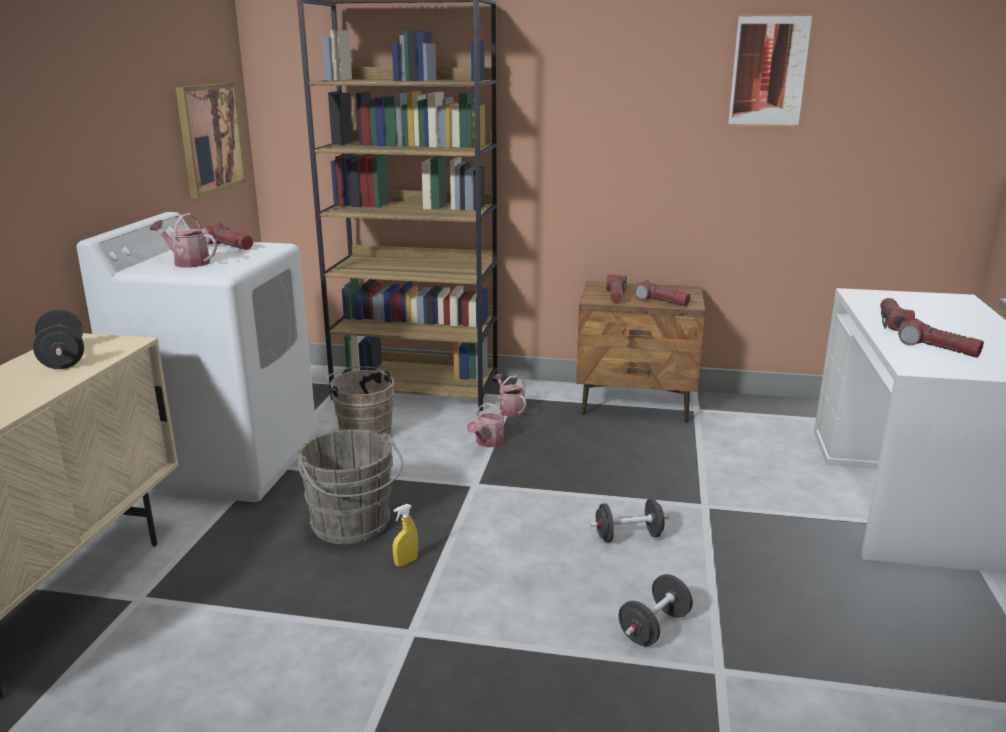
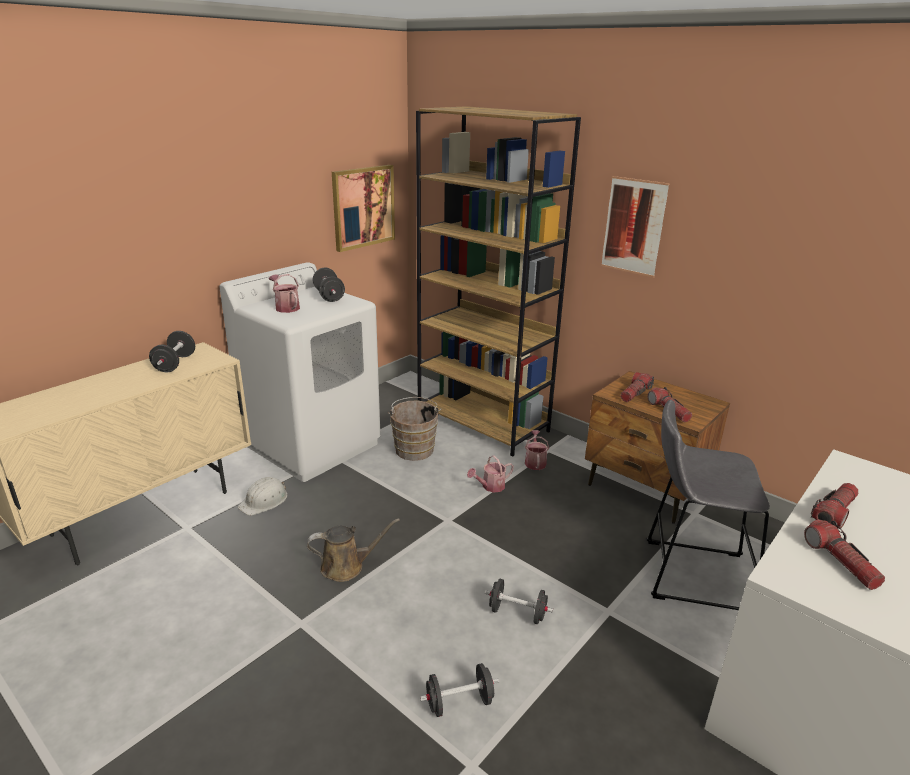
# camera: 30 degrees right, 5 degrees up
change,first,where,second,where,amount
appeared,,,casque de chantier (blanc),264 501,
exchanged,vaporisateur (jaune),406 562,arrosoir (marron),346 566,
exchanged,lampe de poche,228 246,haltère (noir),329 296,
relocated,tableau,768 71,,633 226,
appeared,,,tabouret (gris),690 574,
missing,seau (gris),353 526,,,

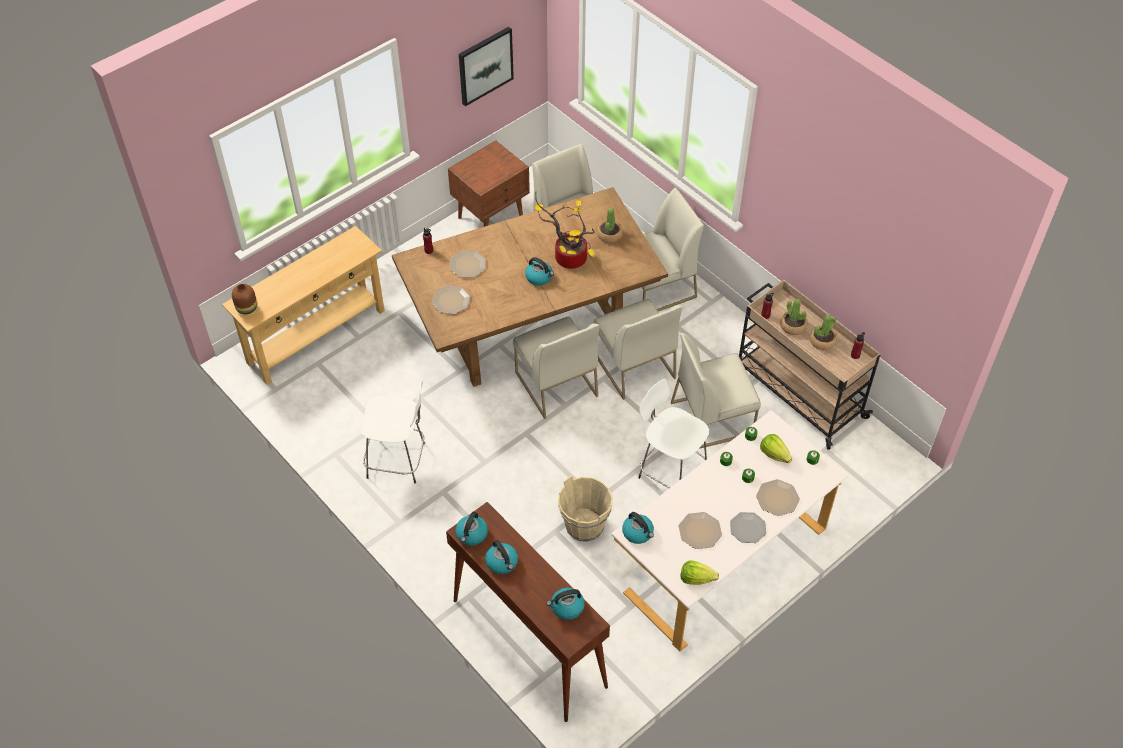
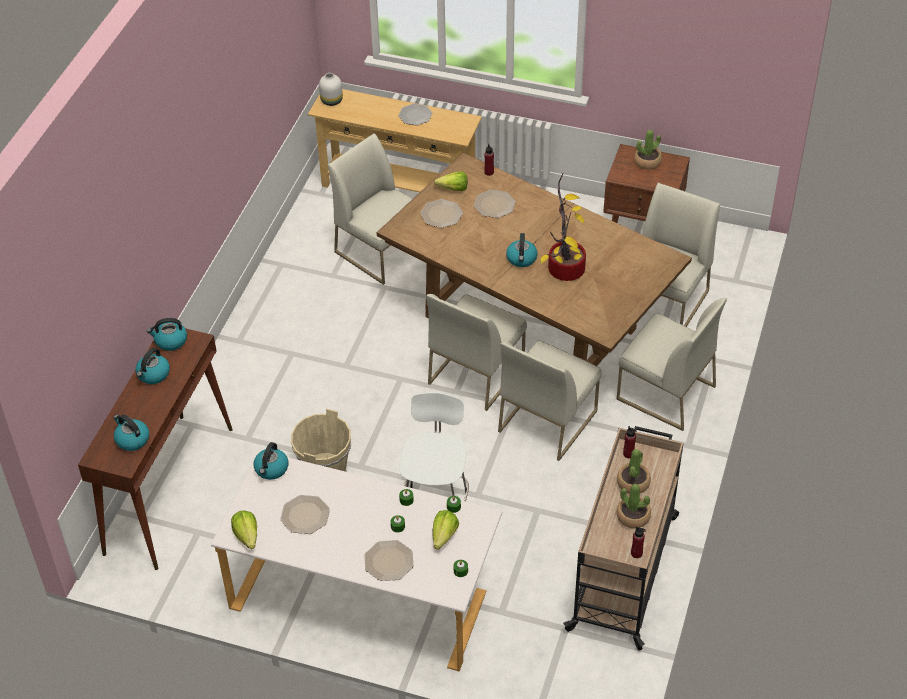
# camera: 60 degrees right, 5 degrees down
change,first,where,second,where,amount
colour,vase (marron),246 307,vase (blanc),332 100,
relocated,chaise (blanc),712 418,,382 251,
relocated,assiette,747 528,,415 115,
appeared,,,laitue,450 188,
relocated,plante en pot,609 235,,647 162,
missing,tabouret (blanc),398 460,,,
missing,tableau,485 65,,,

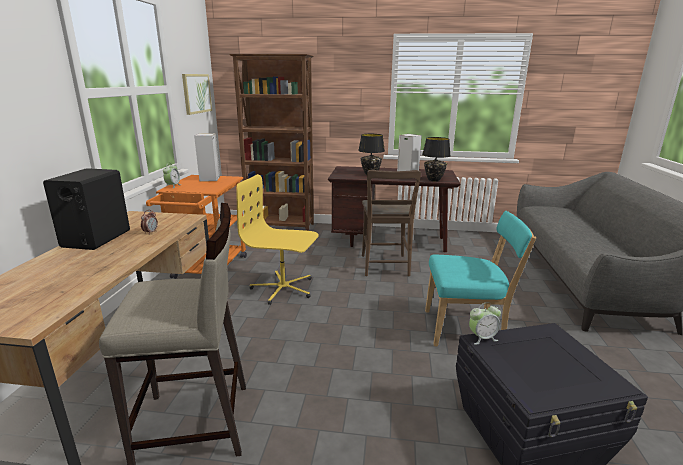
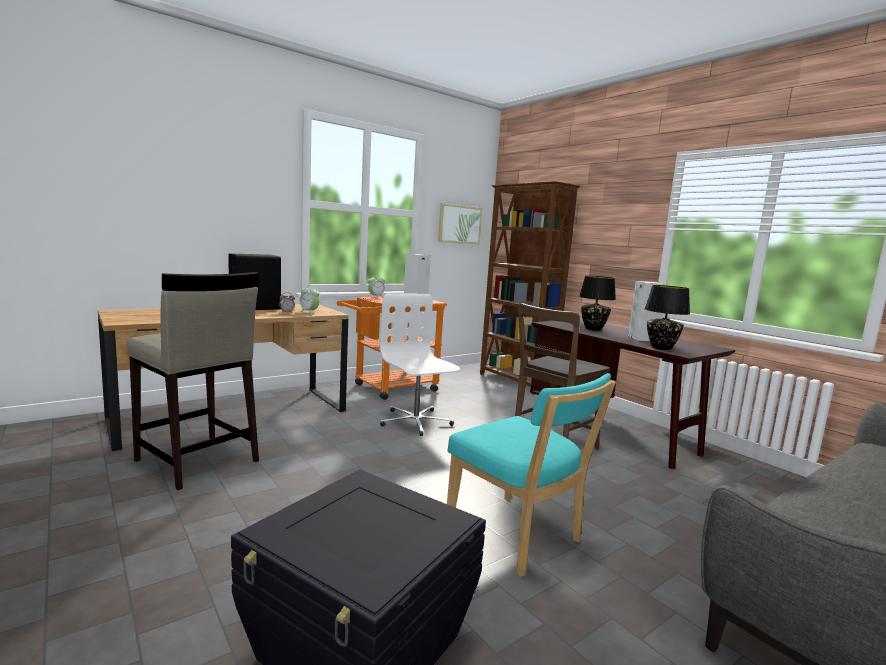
# camera: 45 degrees right, 10 degrees down
change,first,where,second,where,amount
relocated,réveil,482 338,,309 312,
colour,chaise de bureau (jaune),283 289,chaise de bureau (blanc),415 421,

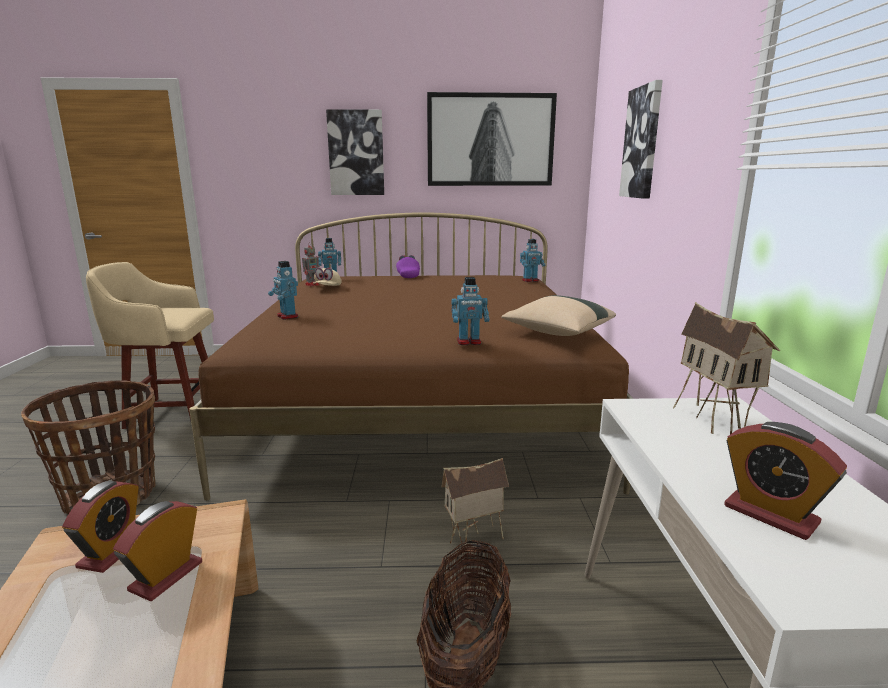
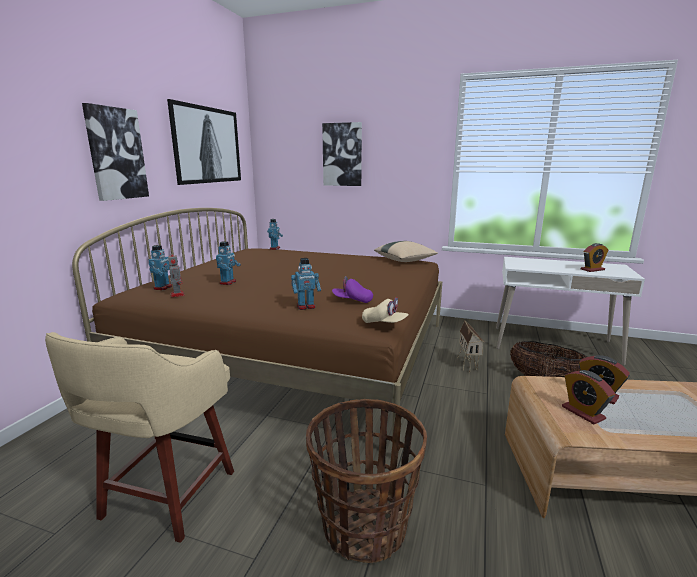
# camera: 70 degrees left, 0 degrees up
change,first,where,second,where,amount
relocated,robot jouet,469 342,,228 282,
relocated,casquette (violet),408 275,,352 300,
relocated,casquette (beige),327 288,,384 323,
spun,réveil,112 552,,583 413,150 degrees counterclockwise
missing,maison miniature,713 420,,,

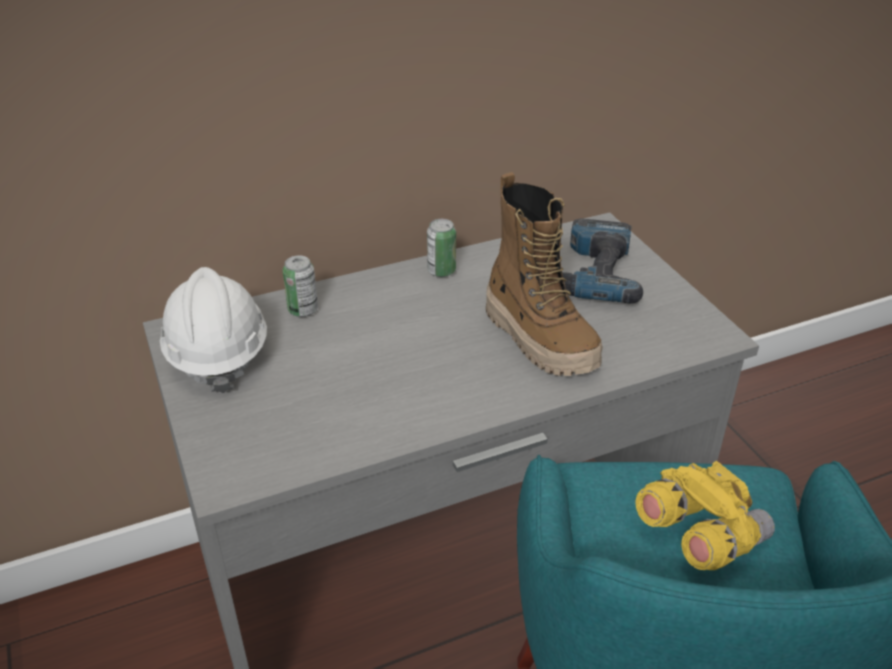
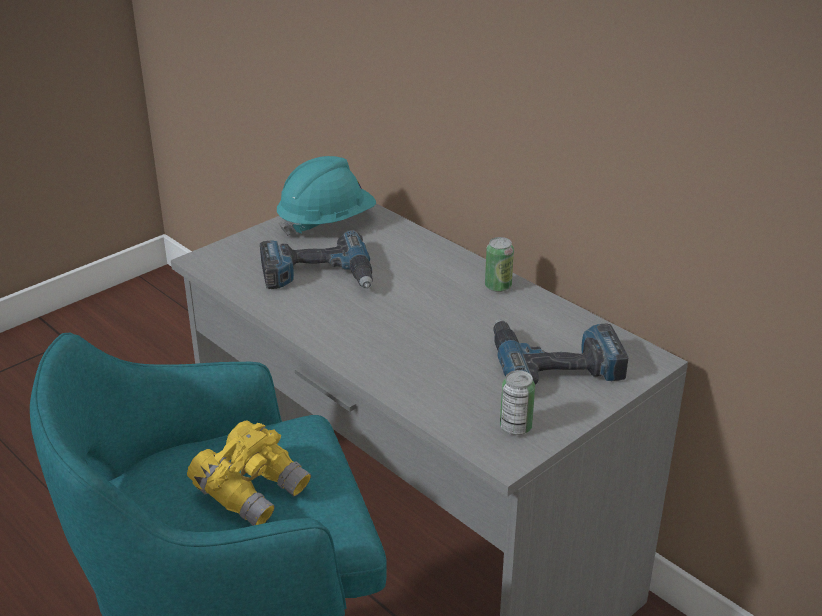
# camera: 70 degrees right, 5 degrees down
change,first,where,second,where,amount
appeared,,,perceuse,318 276,
colour,casque de chantier (blanc),217 354,casque de chantier (turquoise),326 222,
relocated,boîte métallique,303 310,,515 427,
missing,botte,540 339,,,

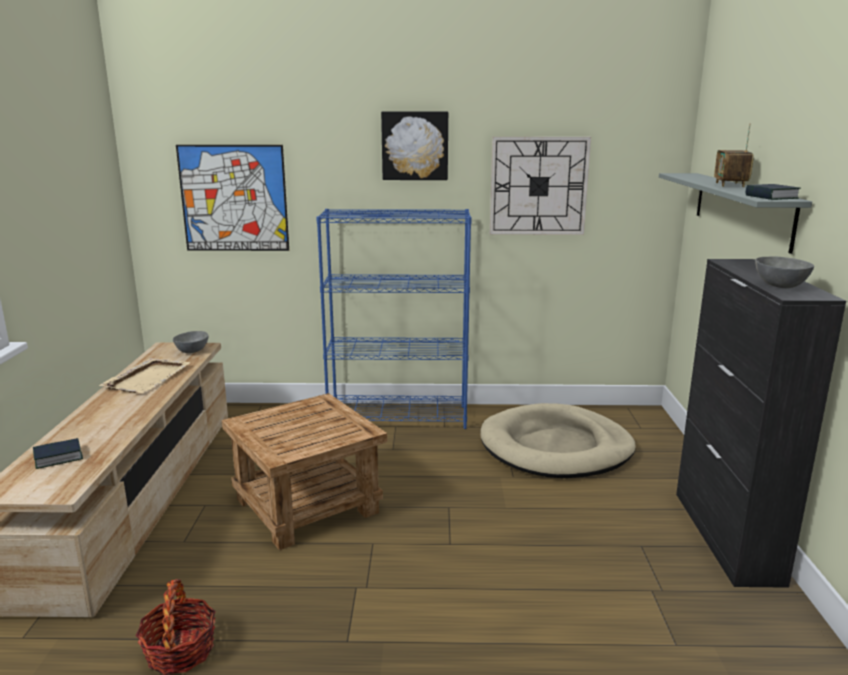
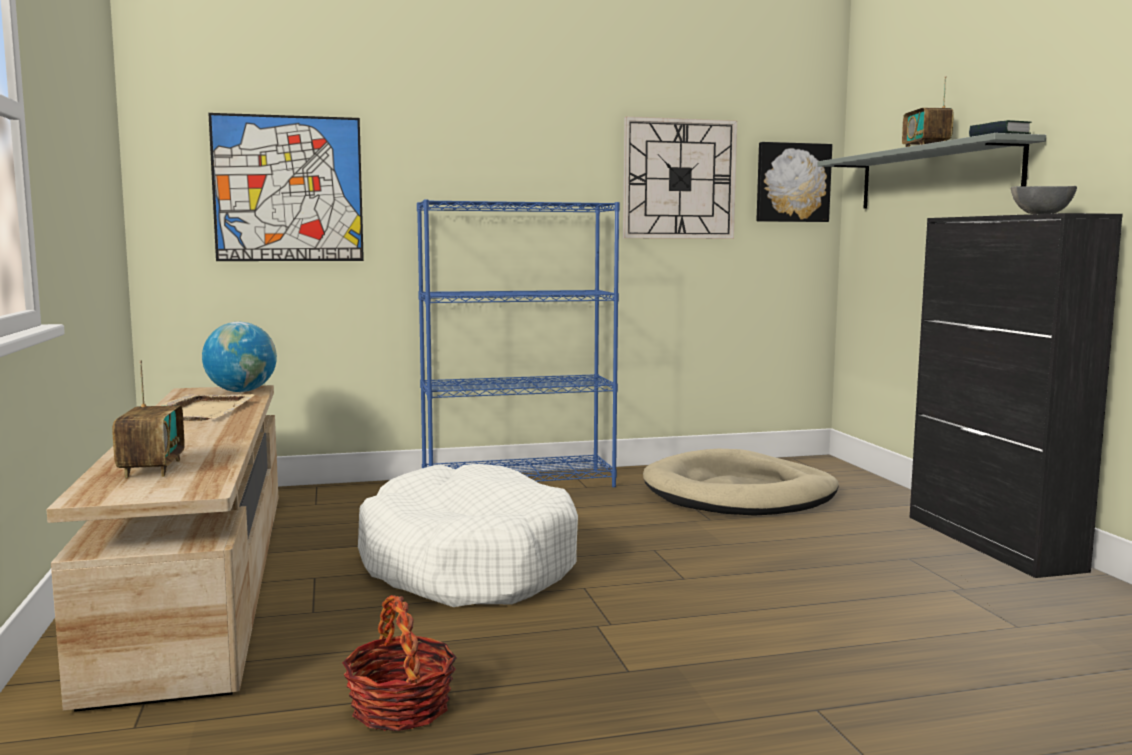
# camera: 15 degrees left, 10 degrees down
change,first,where,second,where,amount
exchanged,livre,58 458,radio,152 468,
exchanged,bol (gris),193 351,globe,241 391,
exchanged,table d'appoint (marron),308 506,panier pour chien (blanc),467 565,
relocated,tableau,415 146,,792 182,

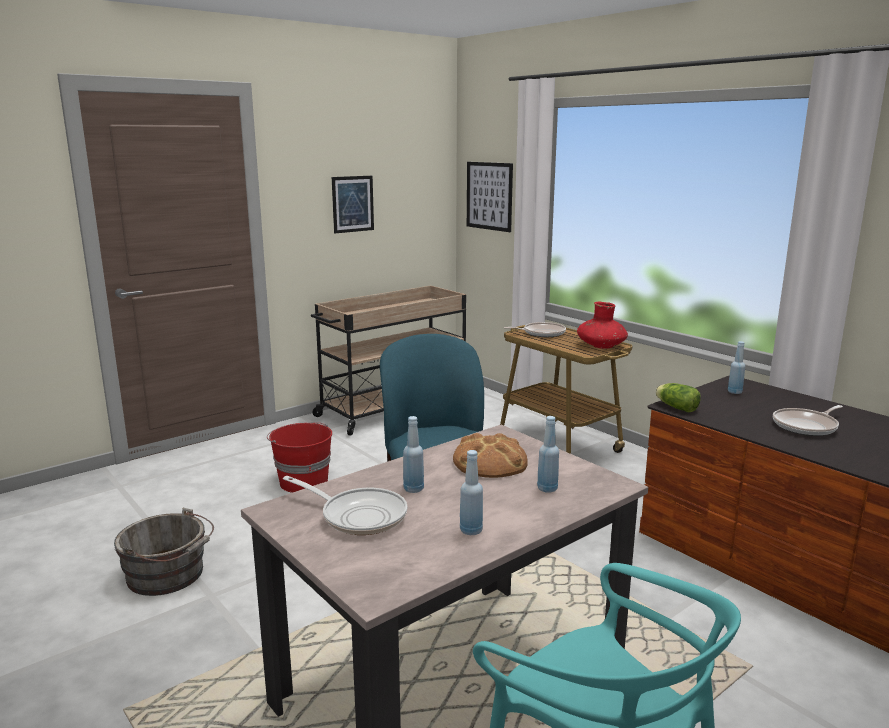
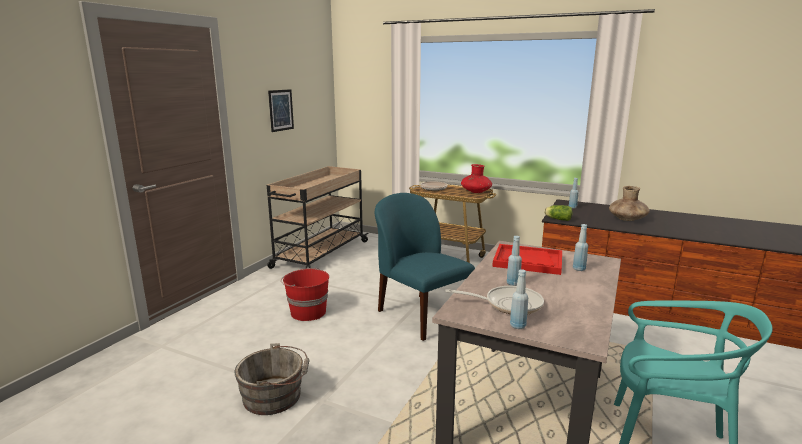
# camera: 25 degrees left, 0 degrees up
change,first,where,second,where,amount
exchanged,pain,489 461,plateau (rouge),527 261,
relocated,bouteille (bleu),471 530,,517 326,
exchanged,poêle,807 426,vase (marron),627 219,
missing,tableau,489 196,,,

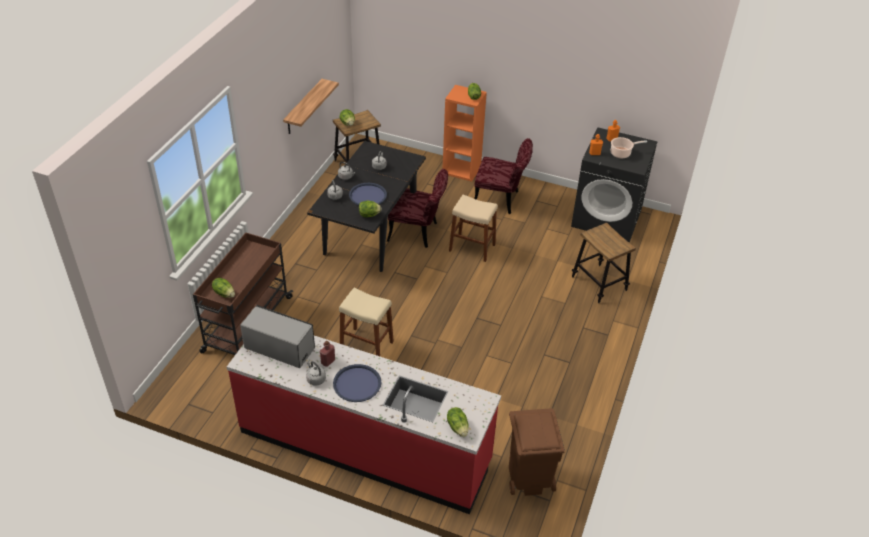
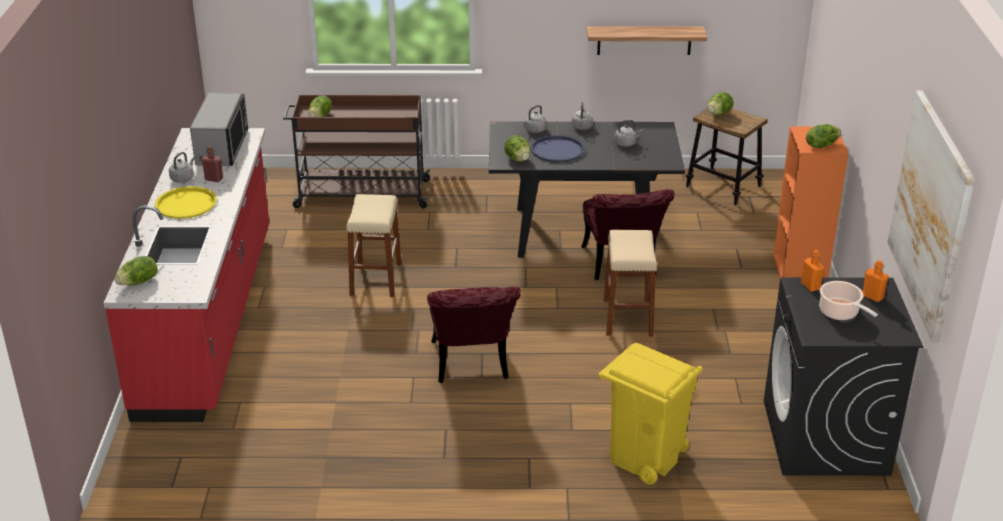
# camera: 70 degrees right, 10 degrees down
change,first,where,second,where,amount
colour,plateau (bleu),357 384,plateau (jaune),186 204,
relocated,chaise (rouge),501 200,,471 366,
exchanged,tabouret,599 283,poubelle (jaune),645 458,
appeared,,,tableau,930 213,
missing,poubelle (marron),529 477,,,

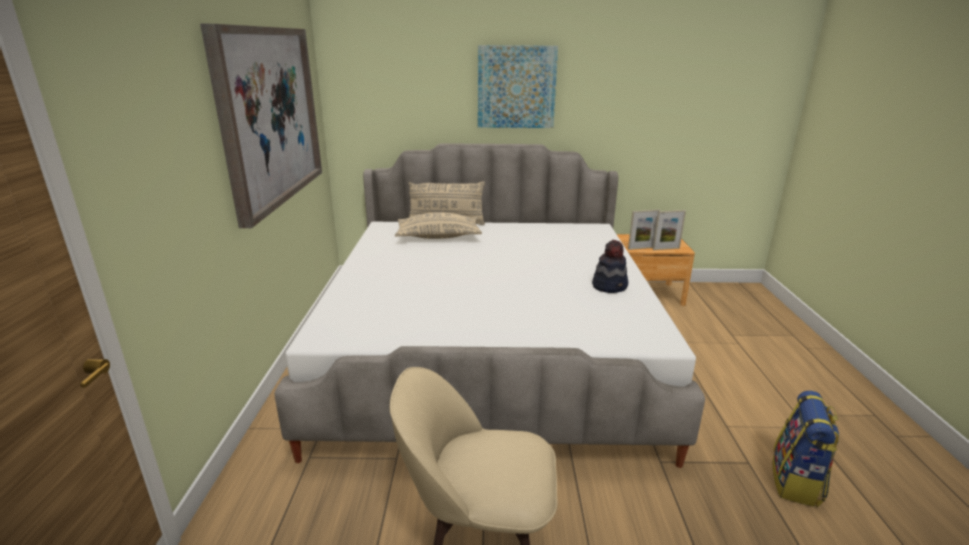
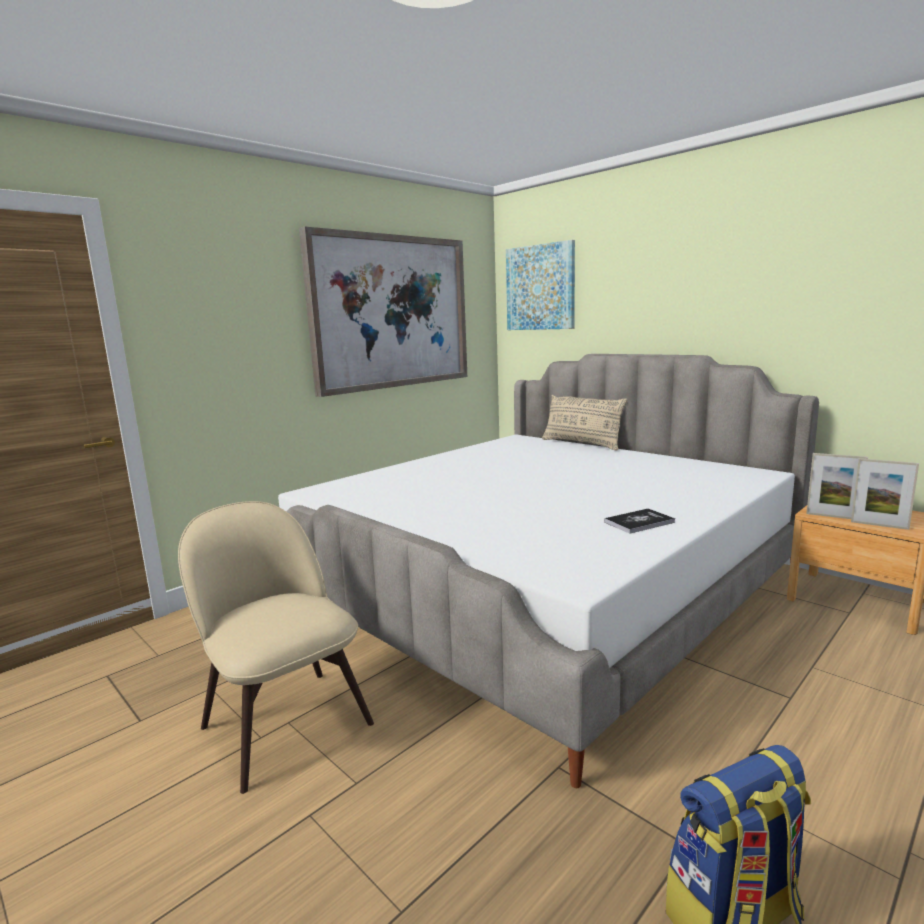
# camera: 45 degrees right, 10 degrees down
change,first,where,second,where,amount
relocated,tableau,516 87,,540 287,
exchanged,chapeau,610 286,livre,639 522,
missing,coussin (beige),438 237,,,

